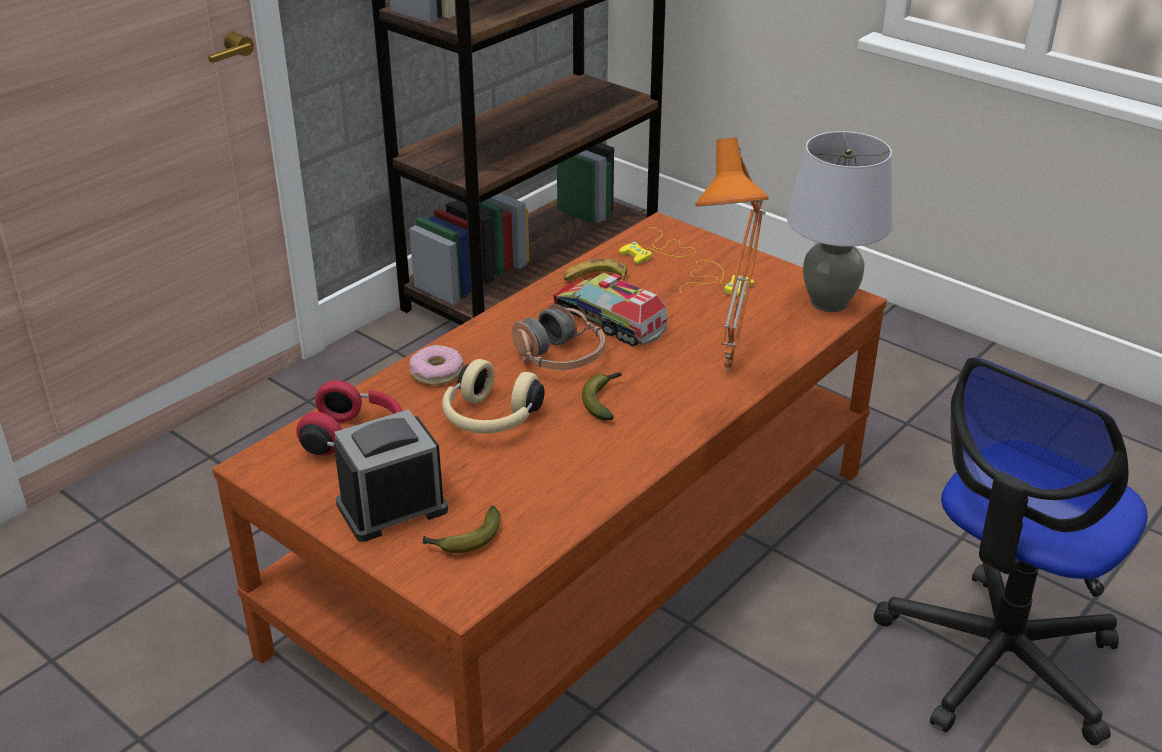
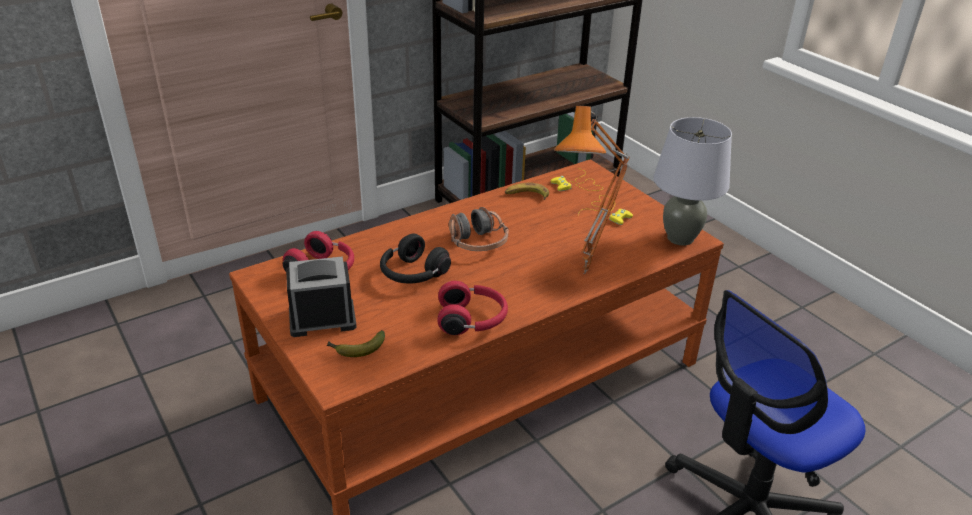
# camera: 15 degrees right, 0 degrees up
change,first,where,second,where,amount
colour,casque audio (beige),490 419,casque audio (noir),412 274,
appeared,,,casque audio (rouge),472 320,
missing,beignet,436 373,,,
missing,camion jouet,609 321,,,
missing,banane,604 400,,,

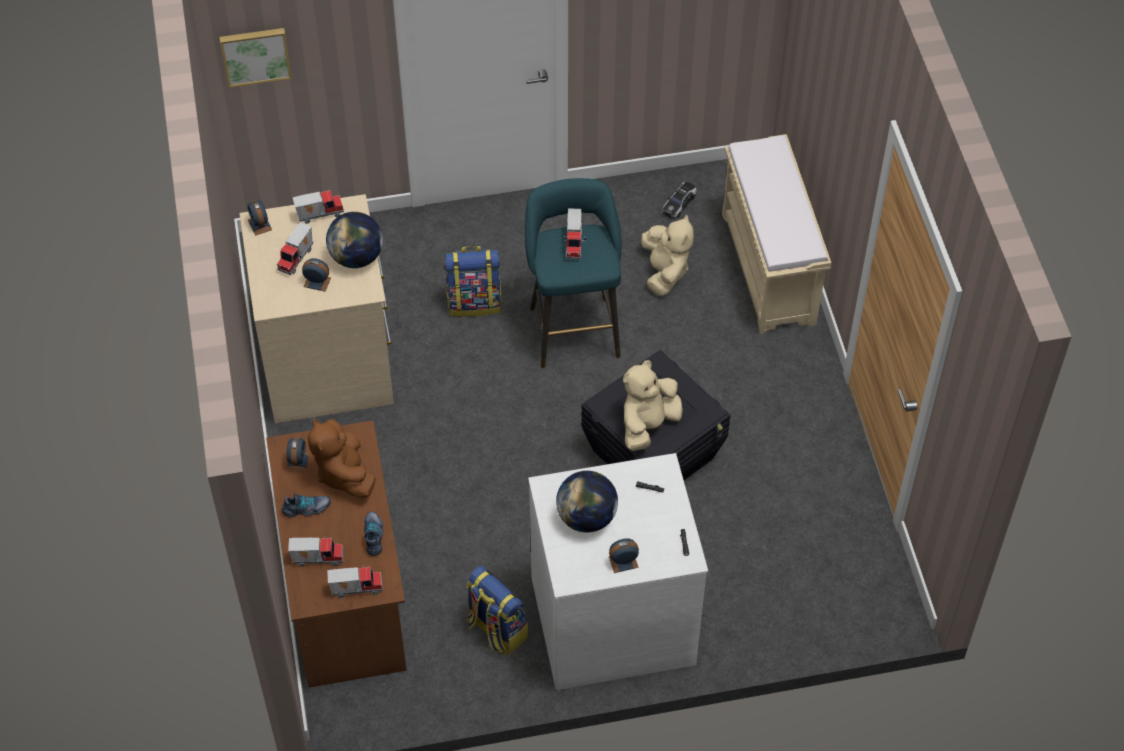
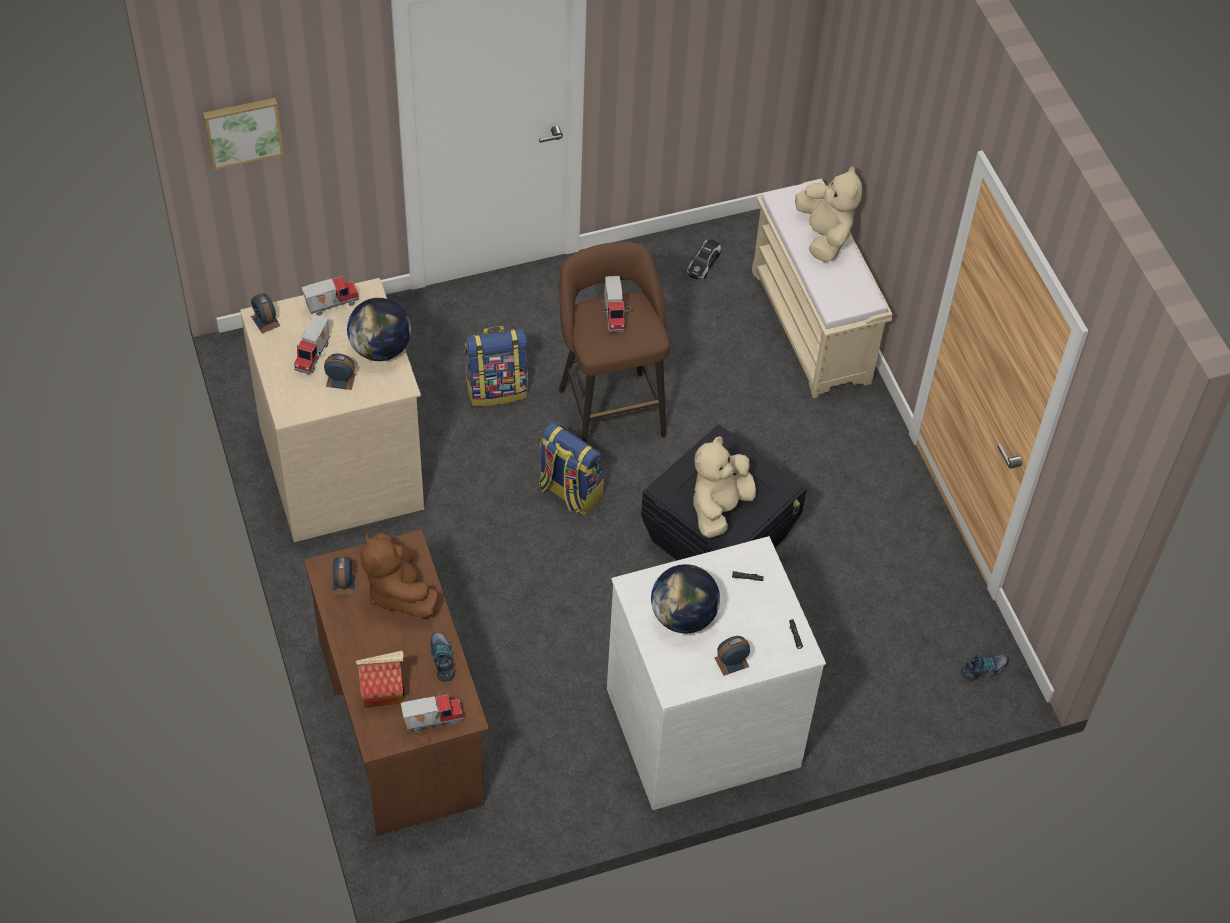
# camera: 10 degrees left, 0 degrees up
change,first,where,second,where,amount
exchanged,camion jouet,317 558,maison miniature,383 690,
relocated,sac à dos,496 629,,569 491,
colour,tabouret (turquoise),573 327,tabouret (marron),610 407,
relocated,peluche (beige),665 272,,825 236,
relocated,chaussure,306 509,,984 670,

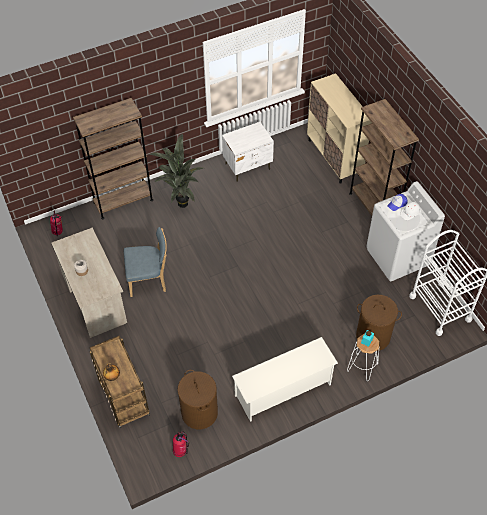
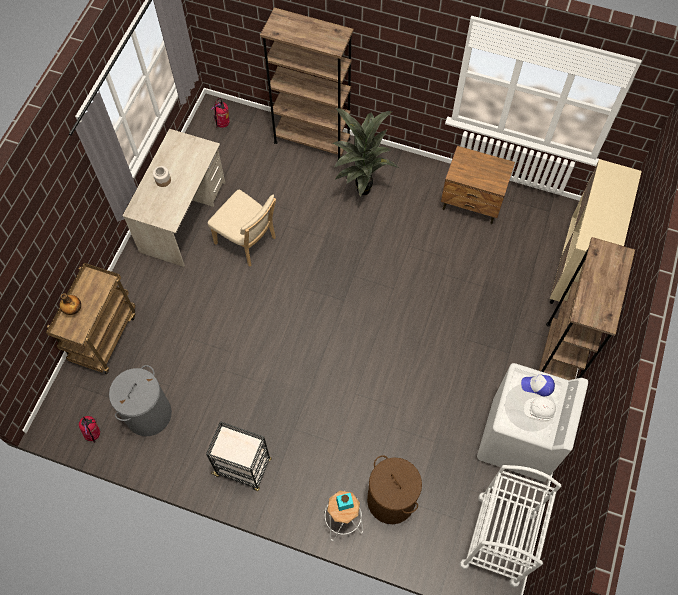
# camera: 45 degrees right, 10 degrees up
change,first,where,second,where,amount
colour,panier à linge (marron),199 412,panier à linge (gris),148 414,
exchanged,étagère à chaussures (blanc),283 390,chariot (noir),243 467,
colour,chaise (bleu),149 280,chaise (beige),247 242,
colour,table de chevet (blanc),248 166,table de chevet (marron),472 203,

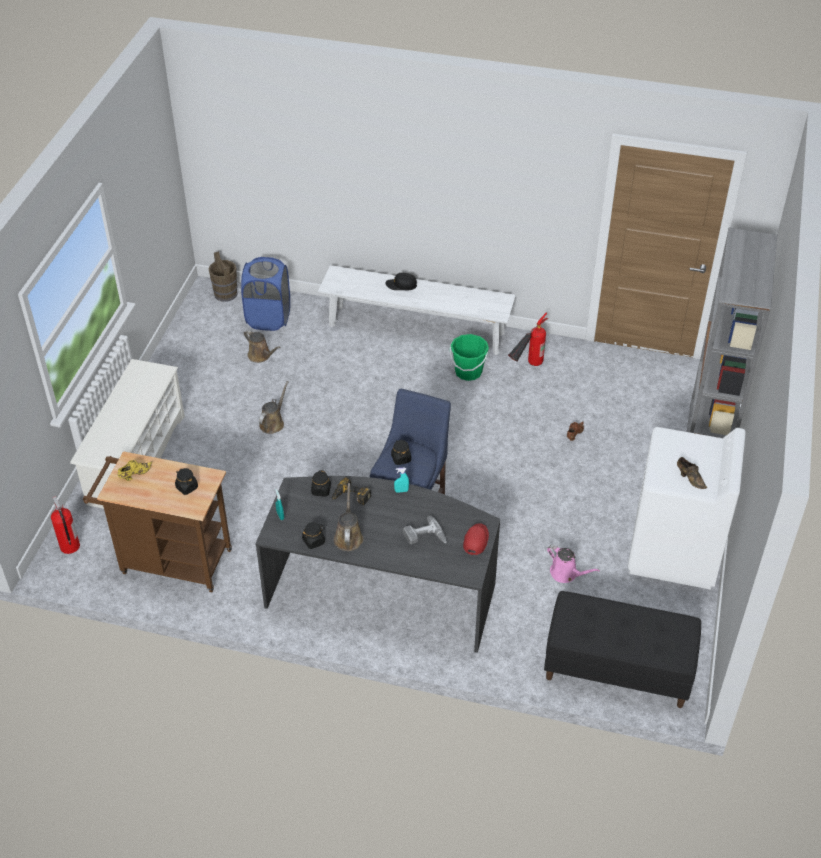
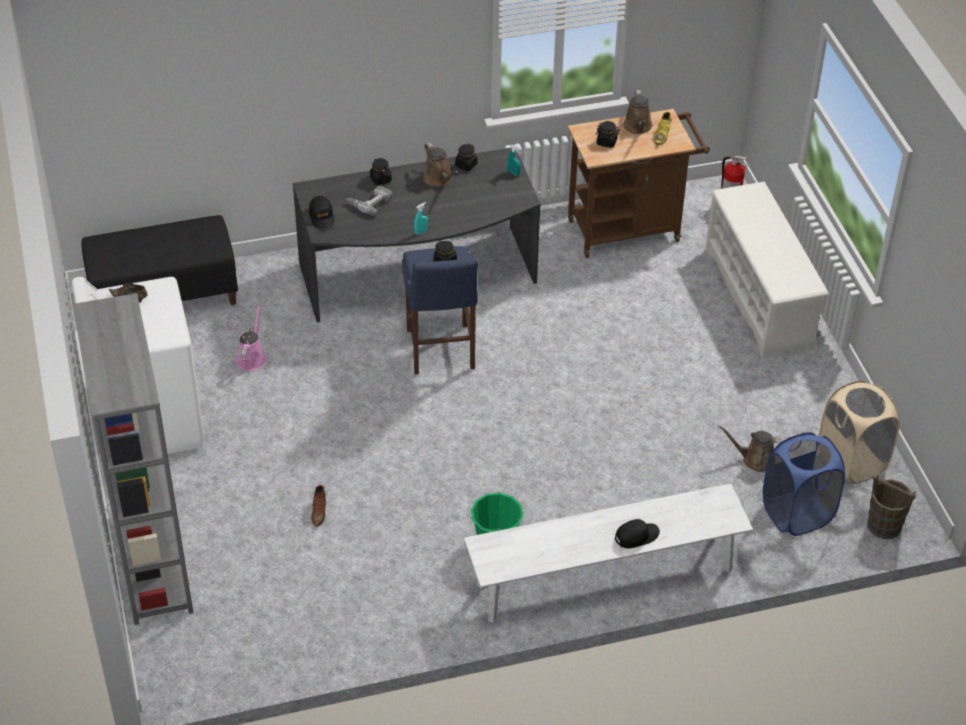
# camera: 150 degrees right, 0 degrees up
change,first,where,second,where,amount
spun,arrosoir (rose),566 573,,252 357,90 degrees clockwise
colour,casquette (rouge),476 540,casquette (noir),321 216,
relocated,bocal (noir),321 490,,380 179,
relocated,arrosoir (marron),273 423,,638 127,
appeared,,,panier à linge (beige),851 461,
missing,perceuse,350 497,,,
missing,extincteur,526 368,,,

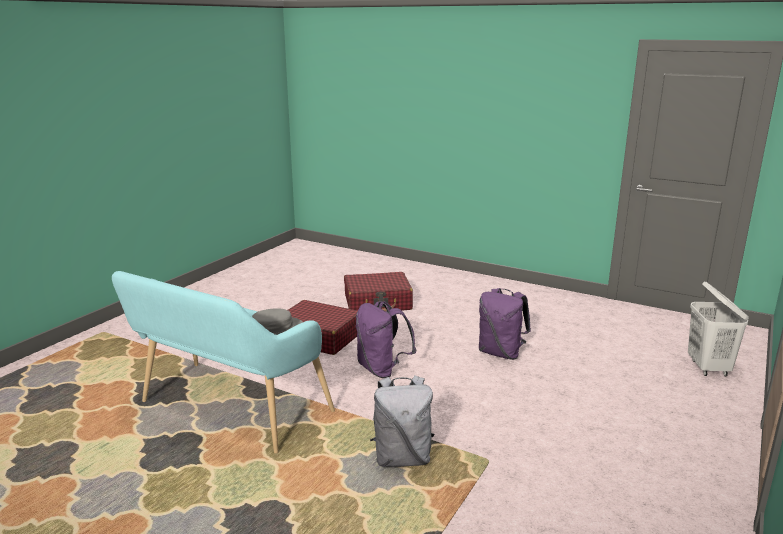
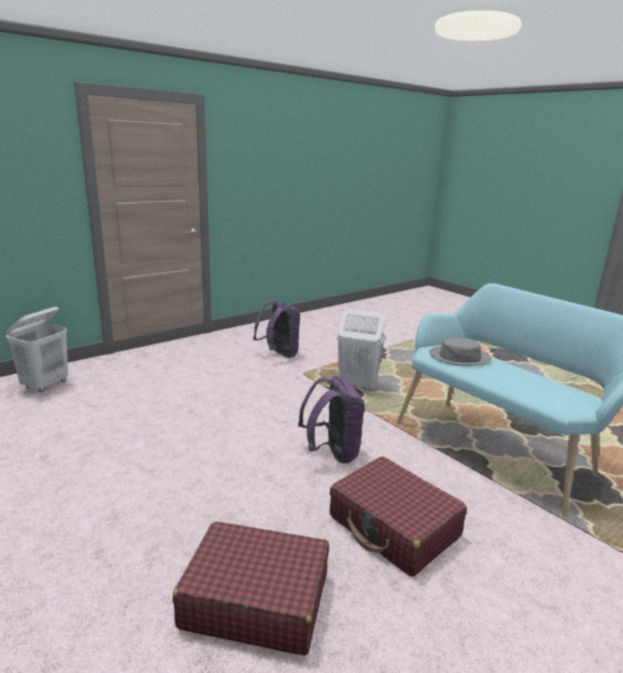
# camera: 160 degrees left, 0 degrees up
change,first,where,second,where,amount
relocated,sac à dos (violet),501 353,,279 354,
exchanged,sac à dos (gris),402 458,panier à linge (blanc),357 386,

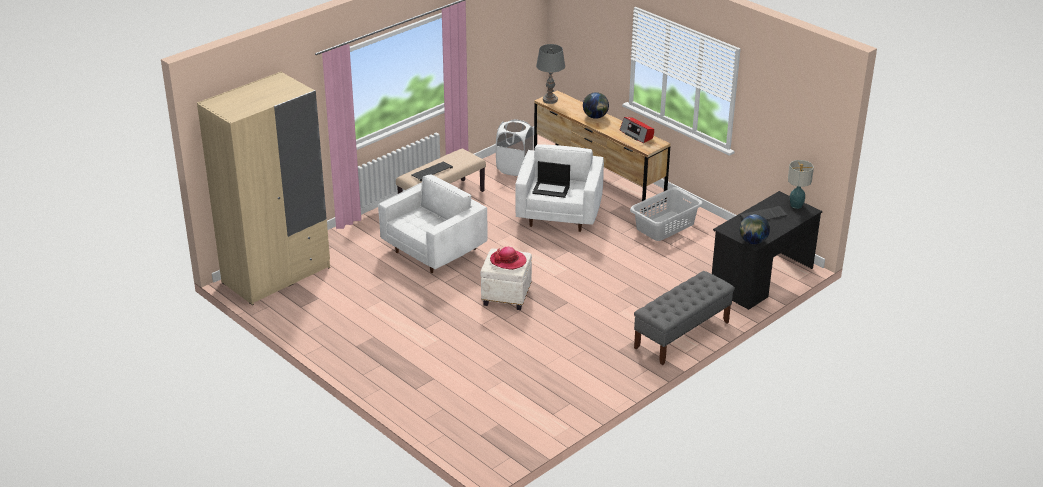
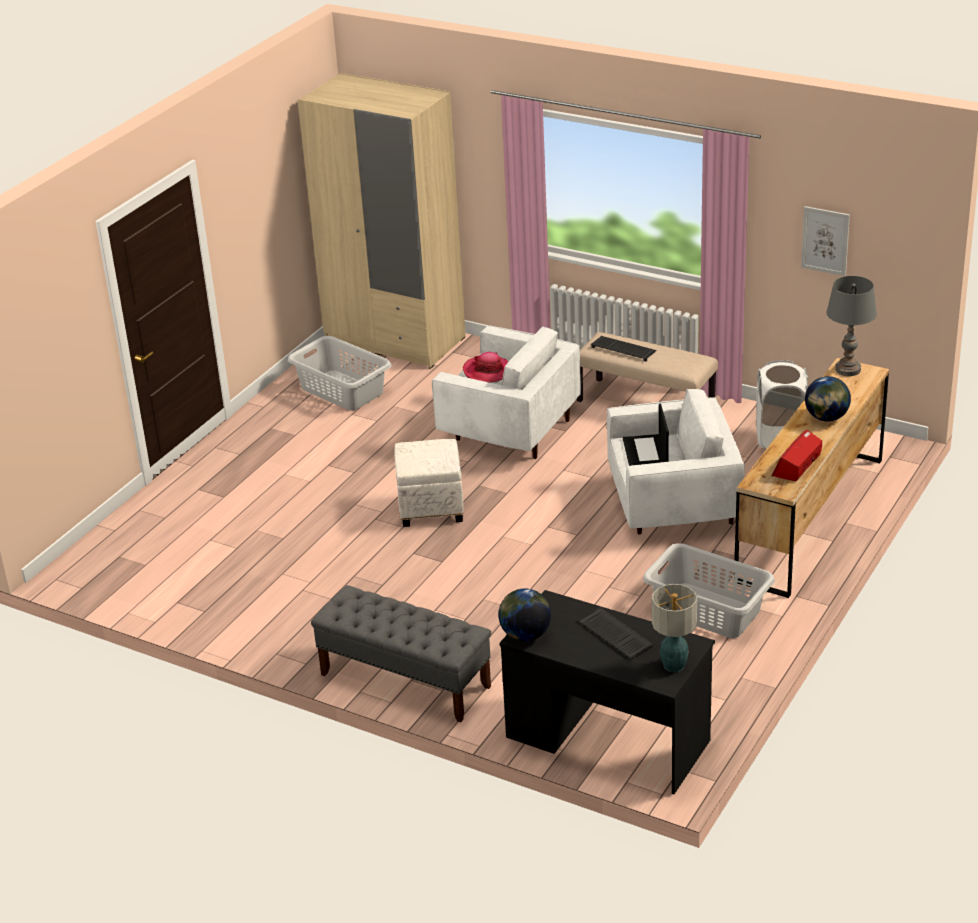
# camera: 75 degrees right, 0 degrees up
change,first,where,second,where,amount
appeared,,,panier à linge (gris),342 390,
relocated,chapeau,508 261,,488 371,
appeared,,,tableau,825 240,

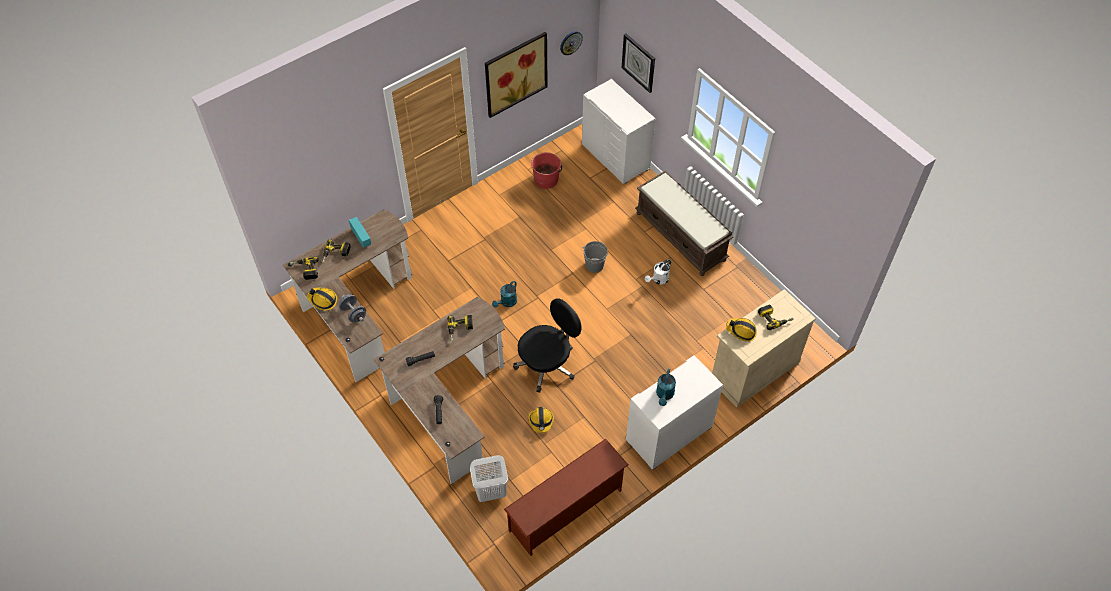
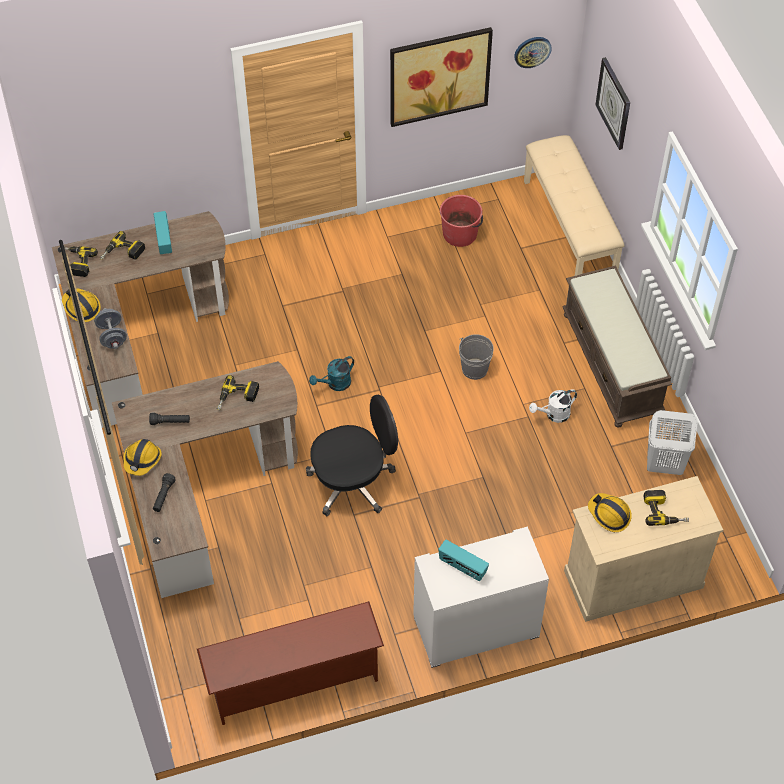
# camera: 20 degrees right, 0 degrees up
change,first,where,second,where,amount
relocated,casque de chantier,541 421,,142 460,
exchanged,arrosoir (turquoise),664 395,radio,462 567,
exchanged,commode (blanc),616 156,banc (beige),570 229,
relocated,panier à linge (blanc),490 492,,663 465,

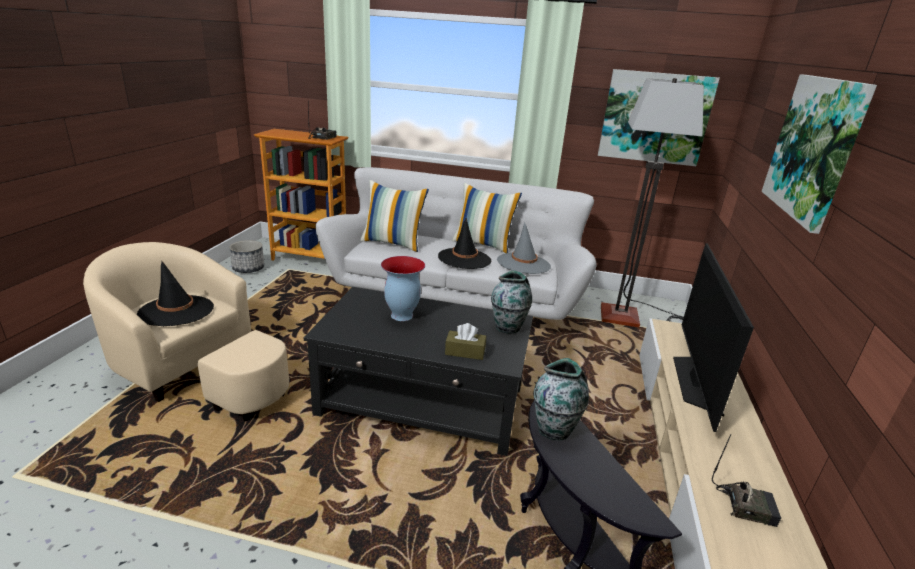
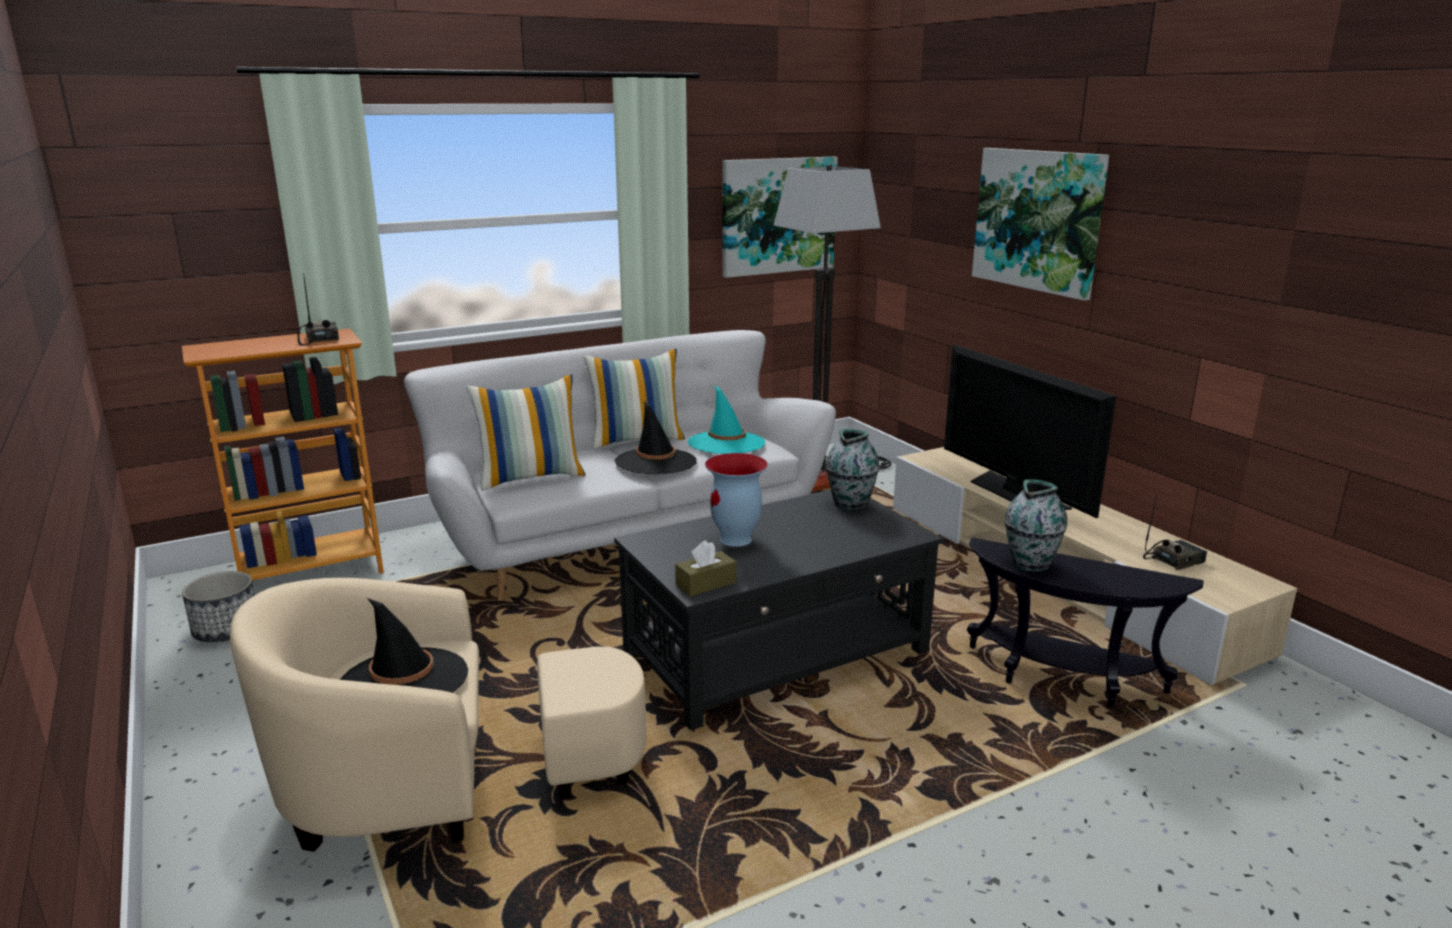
# camera: 40 degrees left, 5 degrees down
change,first,where,second,where,amount
relocated,boîte à mouchoirs (marron),465 352,,706 584,
colour,chapeau (gris),523 264,chapeau (turquoise),726 443,

